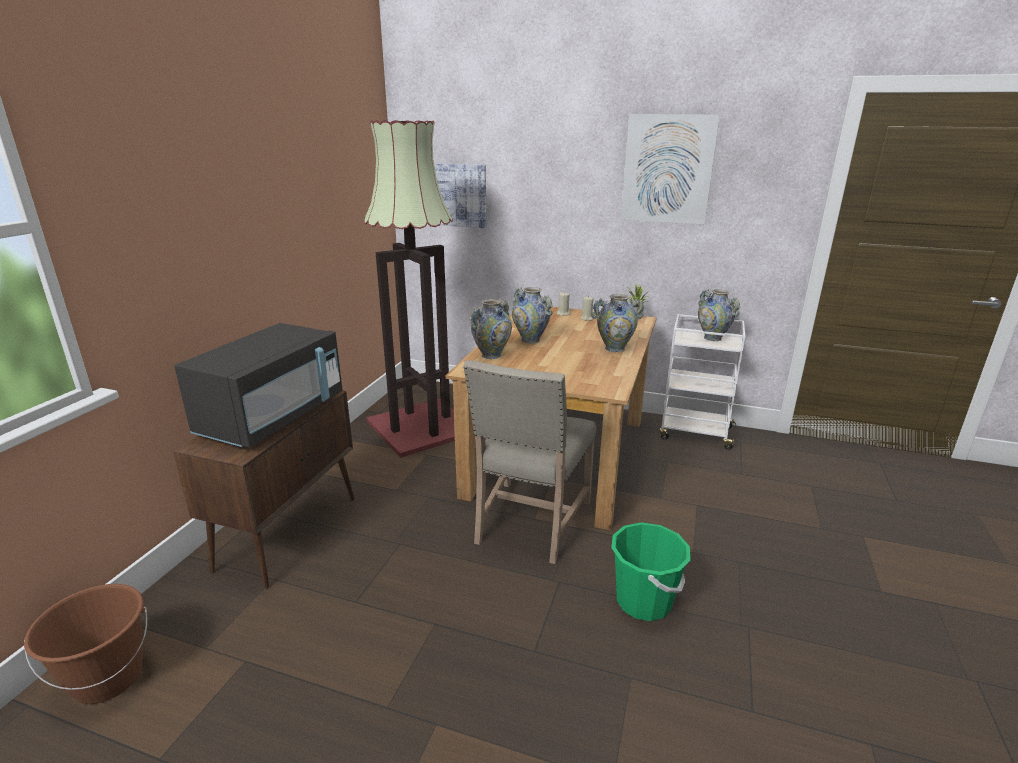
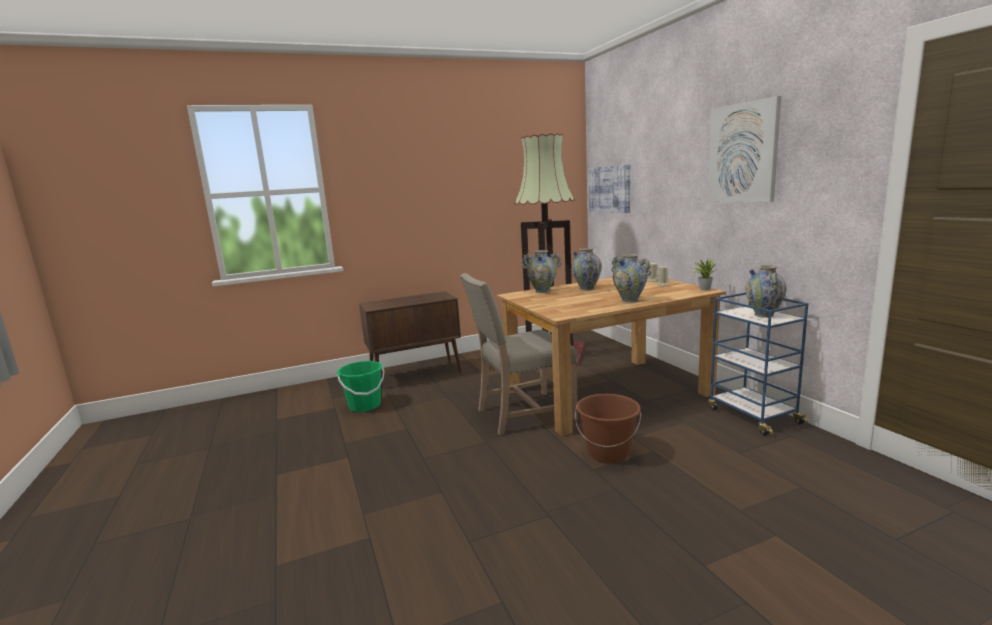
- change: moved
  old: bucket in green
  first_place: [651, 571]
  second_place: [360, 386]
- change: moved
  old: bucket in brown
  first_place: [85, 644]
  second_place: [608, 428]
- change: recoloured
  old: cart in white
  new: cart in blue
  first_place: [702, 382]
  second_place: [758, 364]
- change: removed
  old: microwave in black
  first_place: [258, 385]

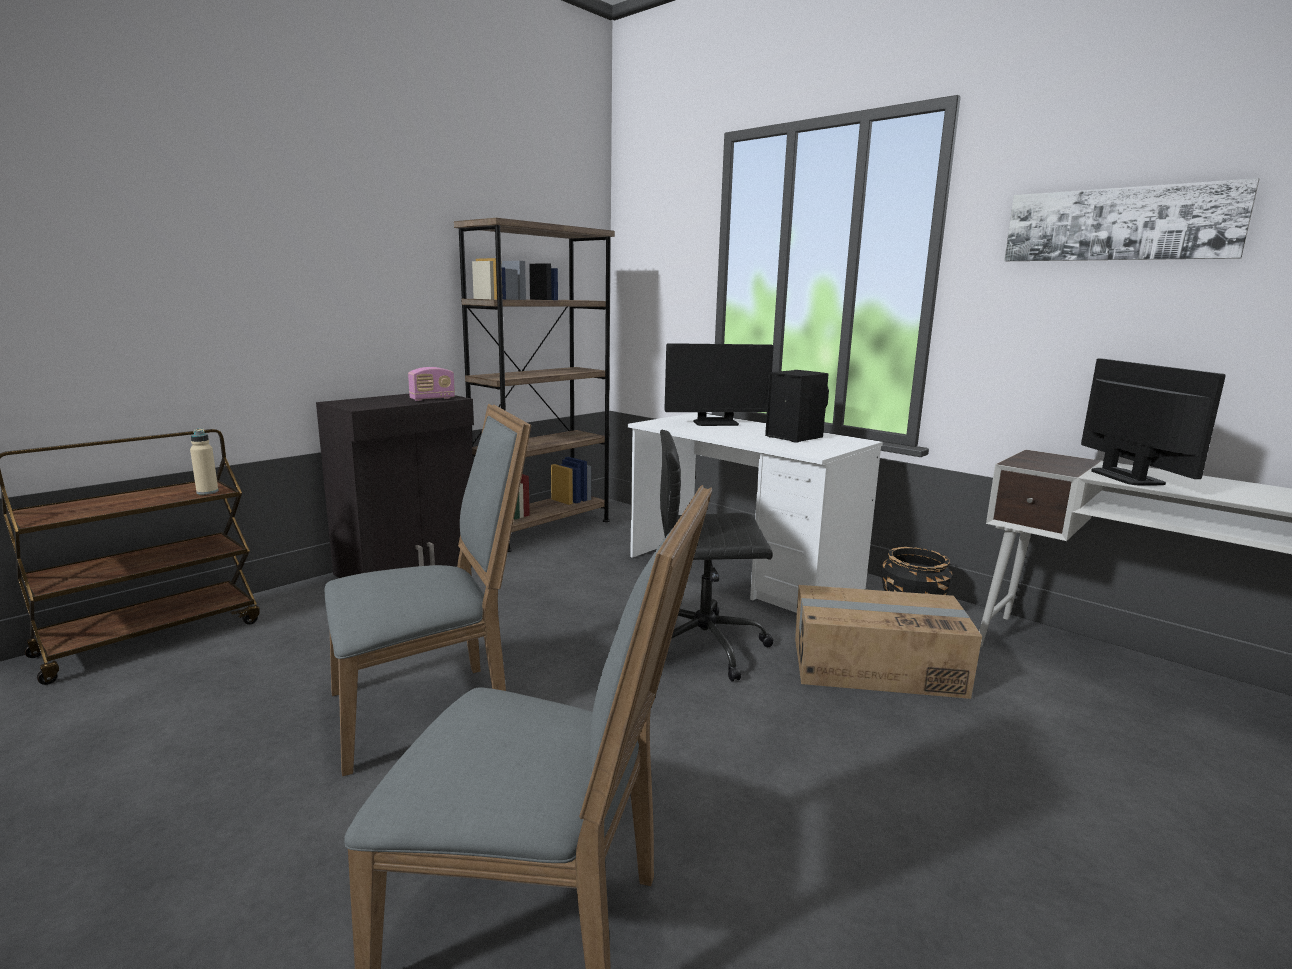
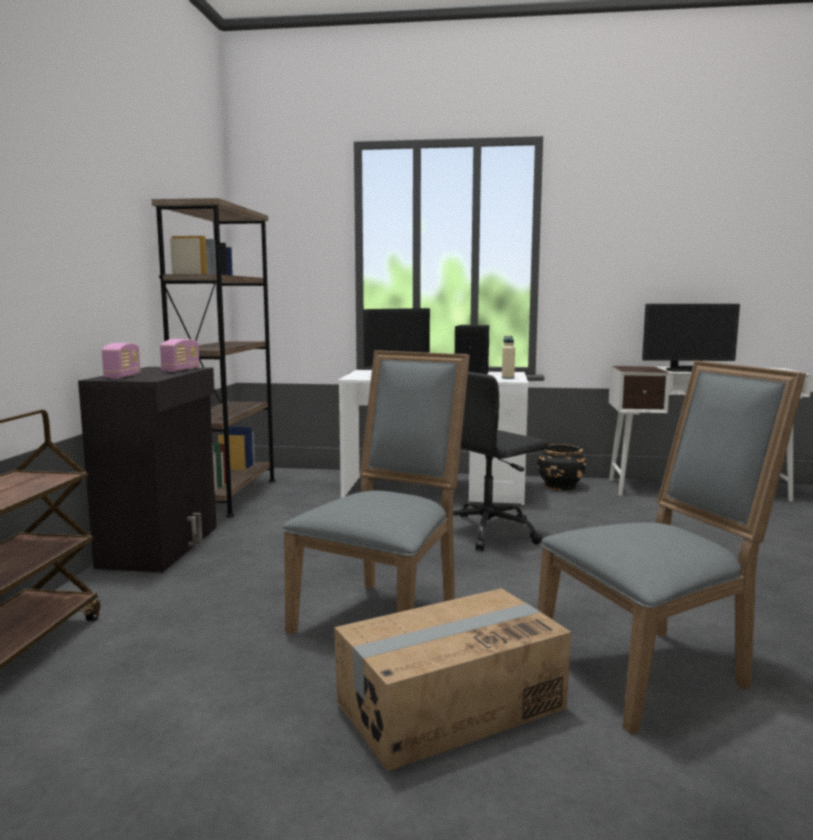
- change: added
  new: radio
  second_place: [121, 361]
- change: moved
  old: cardboard box
  first_place: [888, 642]
  second_place: [452, 679]
- change: moved
  old: bottle in beige
  first_place: [204, 461]
  second_place: [508, 357]
- change: turned
  old: monitor
  first_place: [1153, 422]
  second_place: [691, 338]
  degrees: 135
- change: removed
  old: picture
  first_place: [1132, 219]

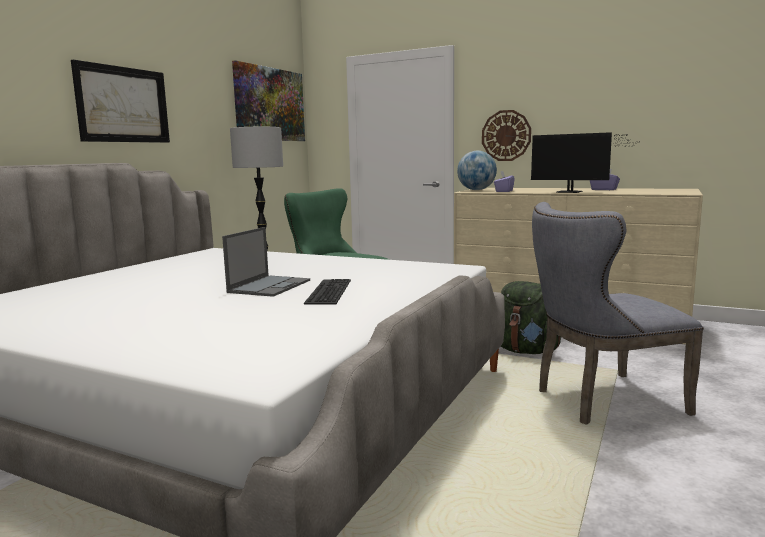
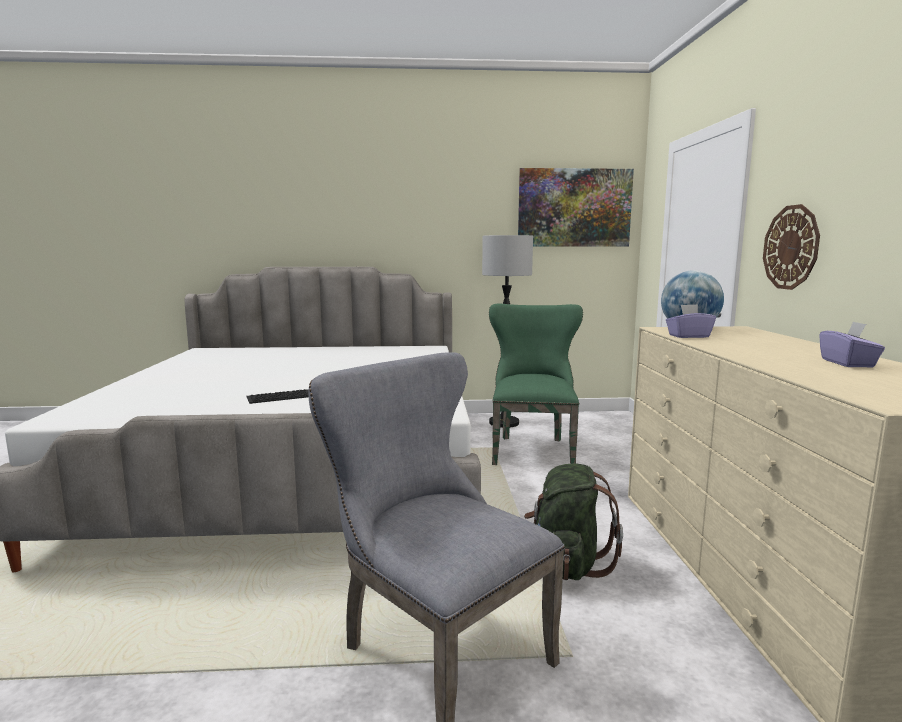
- change: removed
  old: picture
  first_place: [120, 101]
- change: removed
  old: laptop
  first_place: [266, 262]
- change: removed
  old: monitor
  first_place: [582, 162]

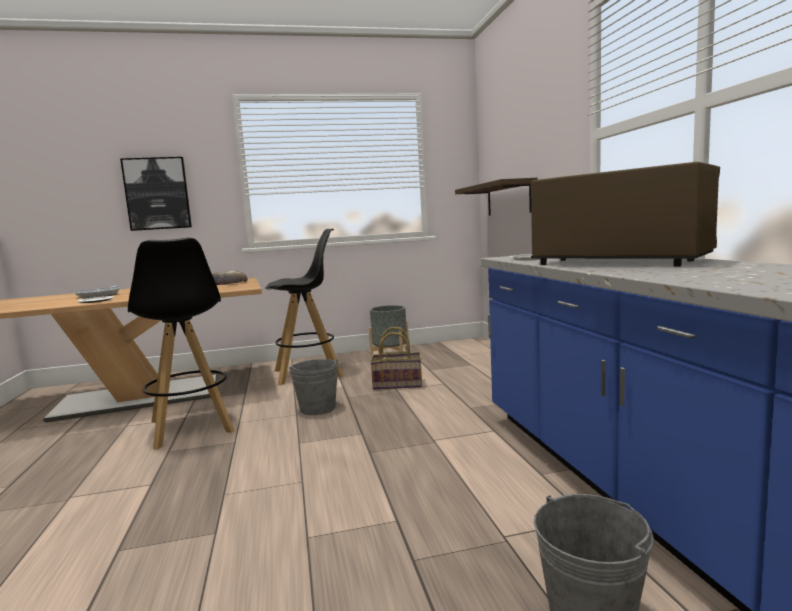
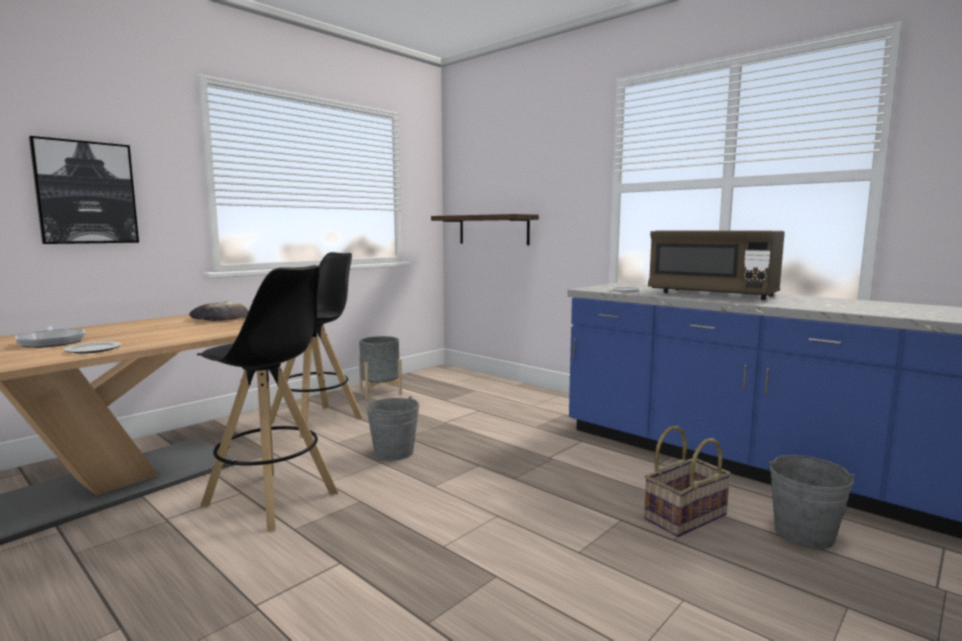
- change: moved
  old: basket
  first_place: [396, 358]
  second_place: [687, 481]
- change: turned
  old: microwave in brown
  first_place: [625, 214]
  second_place: [716, 265]
  degrees: -150

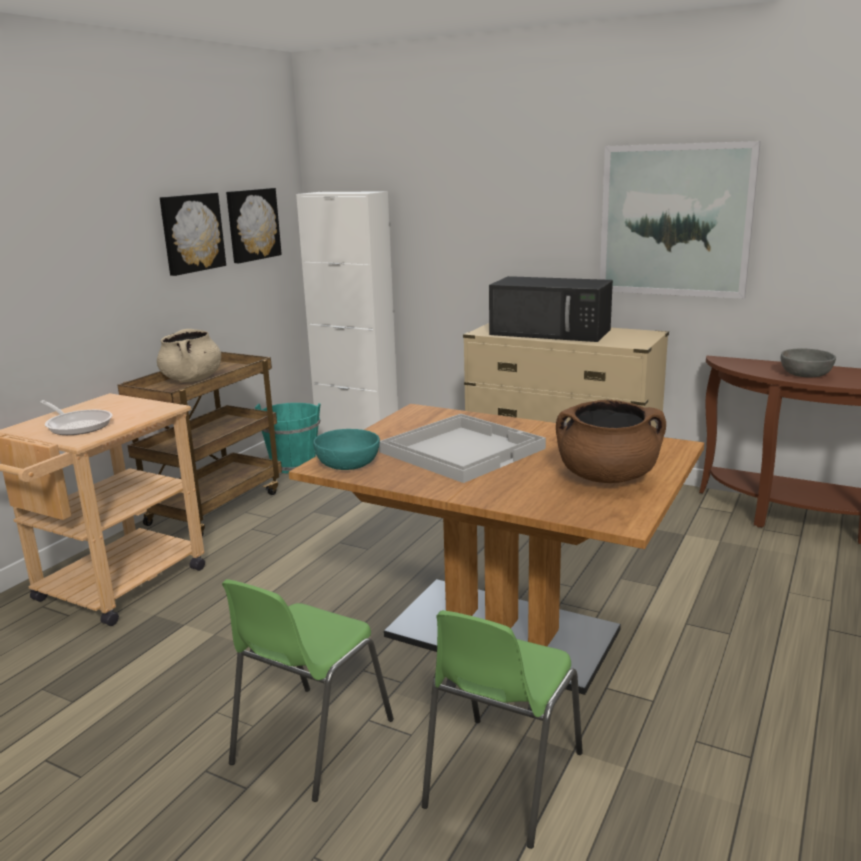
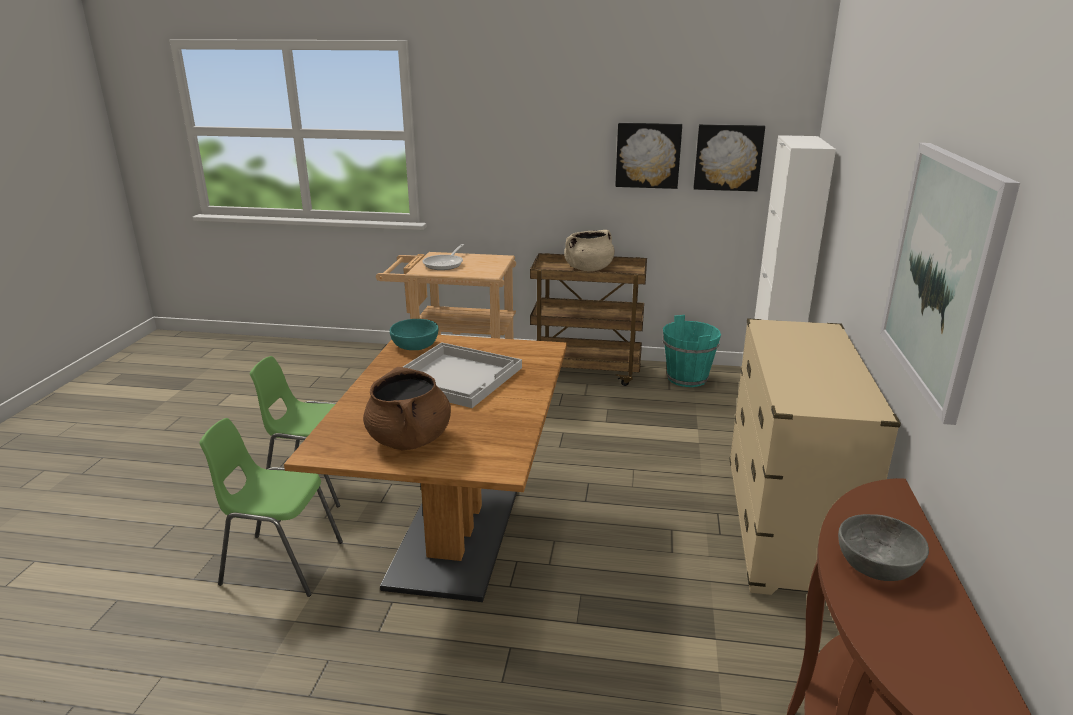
- change: removed
  old: microwave in black
  first_place: [551, 309]

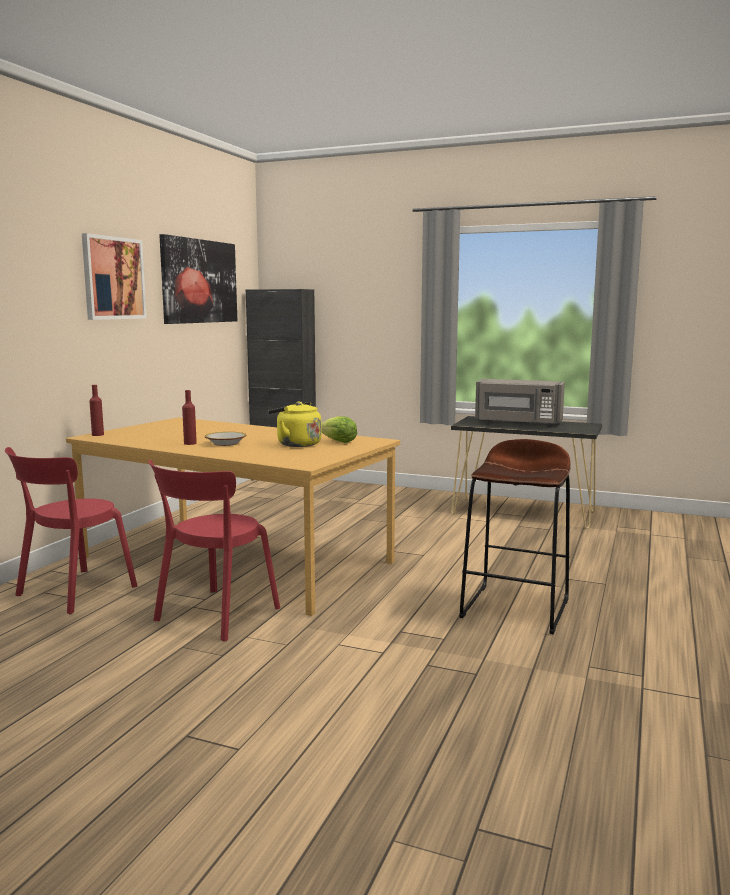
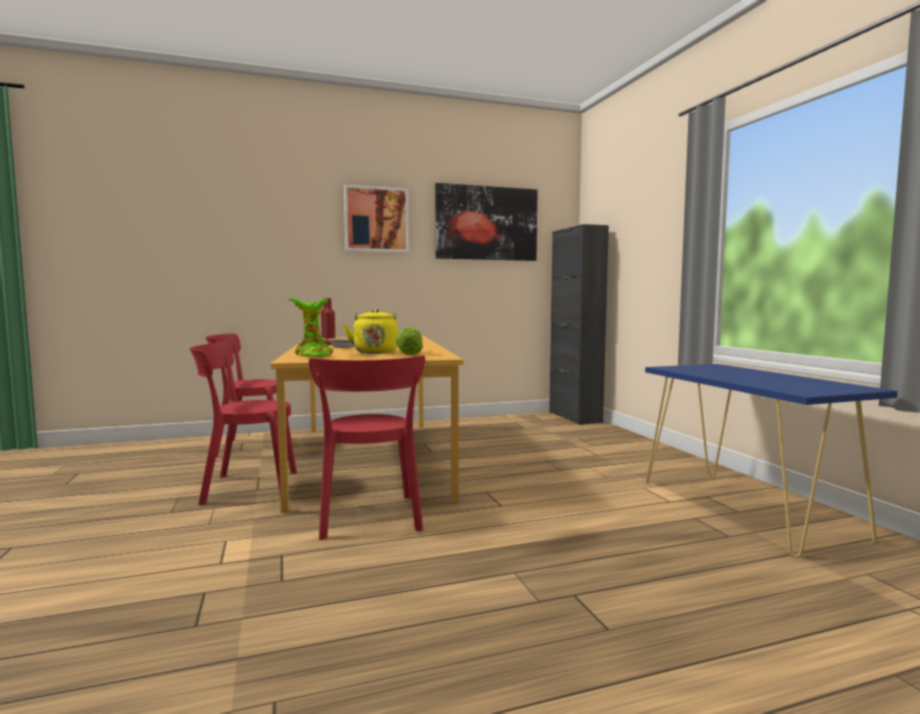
- change: added
  new: potted plant
  second_place: [309, 327]
- change: added
  new: chair in red
  second_place: [367, 448]
- change: recoloured
  old: console table in black
  new: console table in blue
  first_place: [526, 472]
  second_place: [771, 461]
- change: removed
  old: stool in brown
  first_place: [515, 536]
- change: removed
  old: microwave in grey
  first_place: [520, 402]

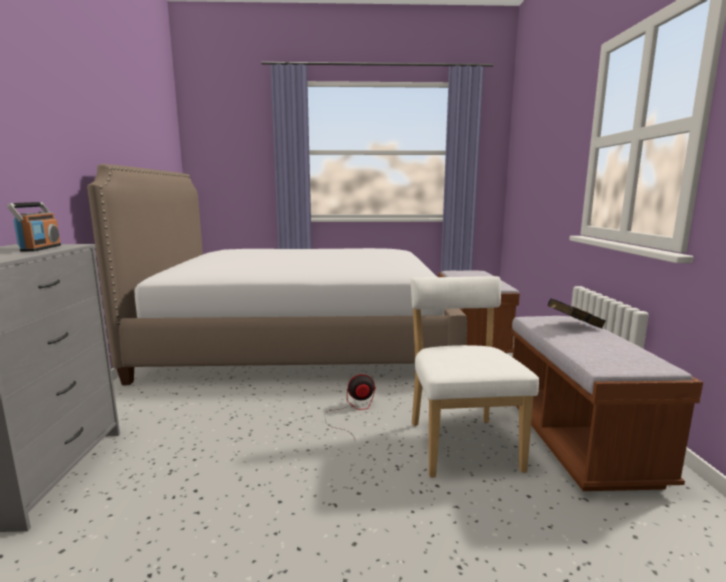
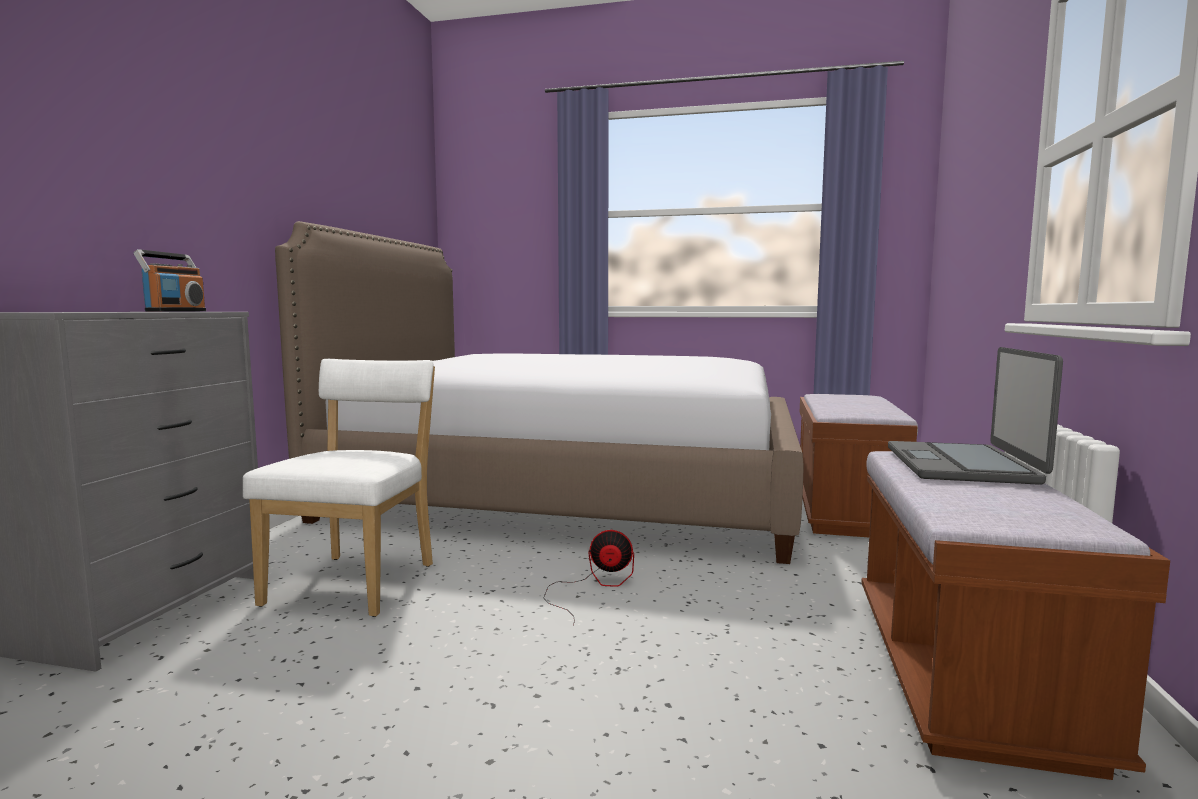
- change: moved
  old: chair in white
  first_place: [474, 377]
  second_place: [339, 488]
- change: replaced
  old: book in black
  new: laptop
  first_place: [576, 314]
  second_place: [975, 416]

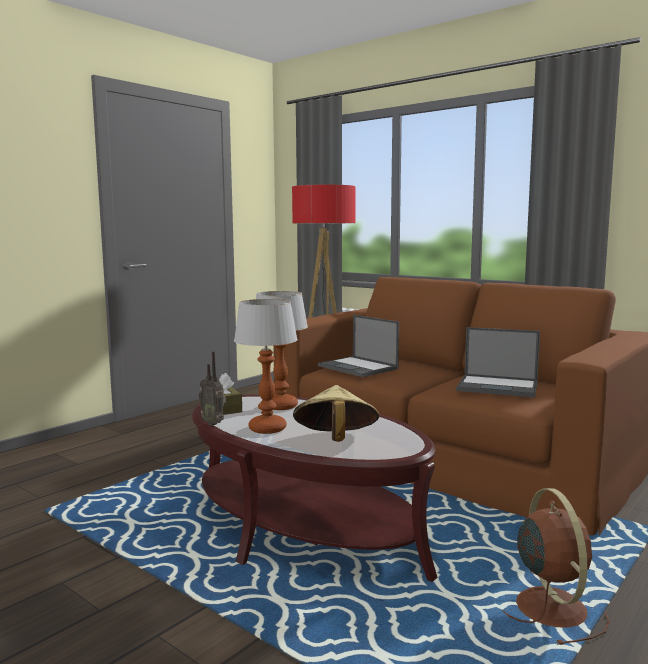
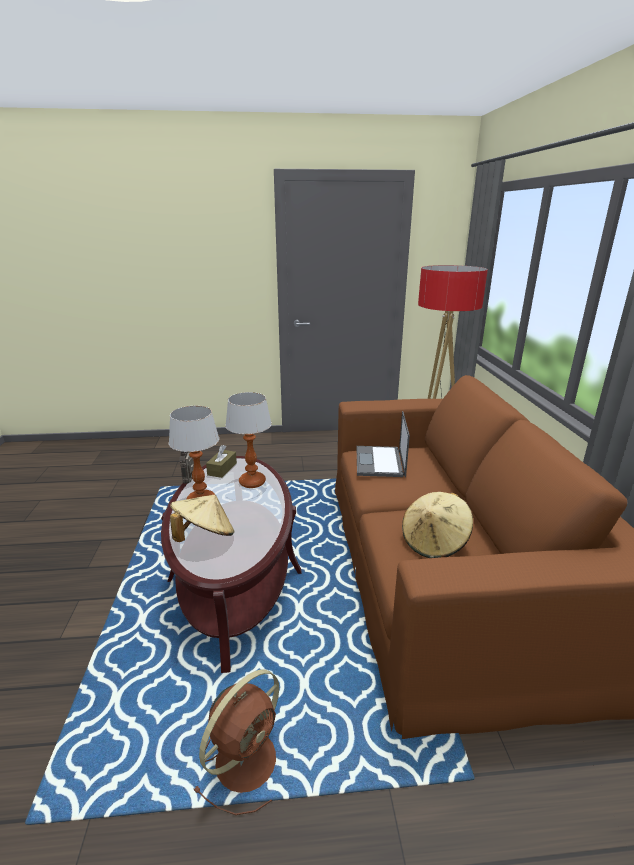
- change: replaced
  old: laptop
  new: hat in beige
  first_place: [498, 362]
  second_place: [437, 525]

